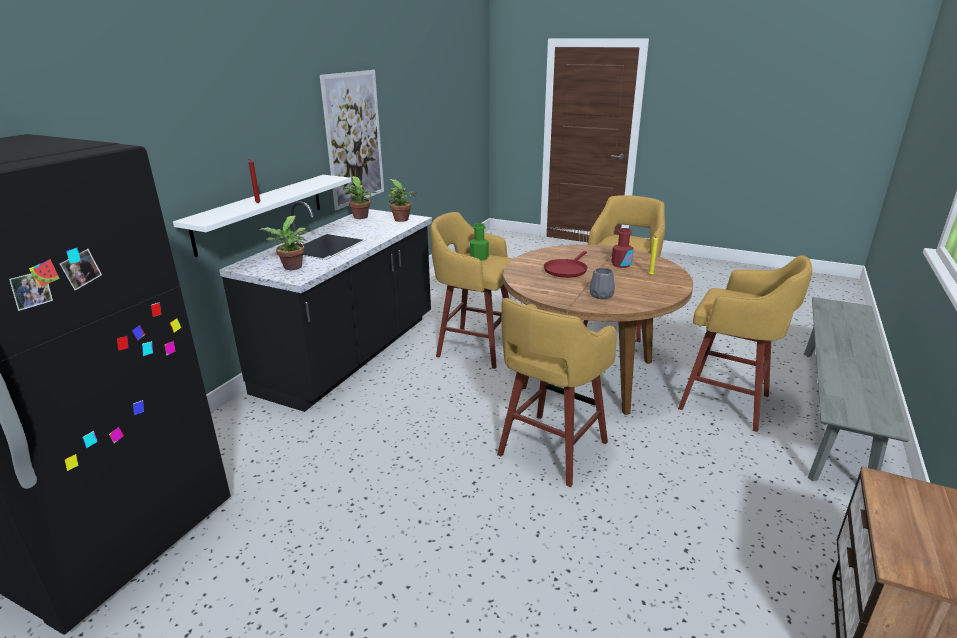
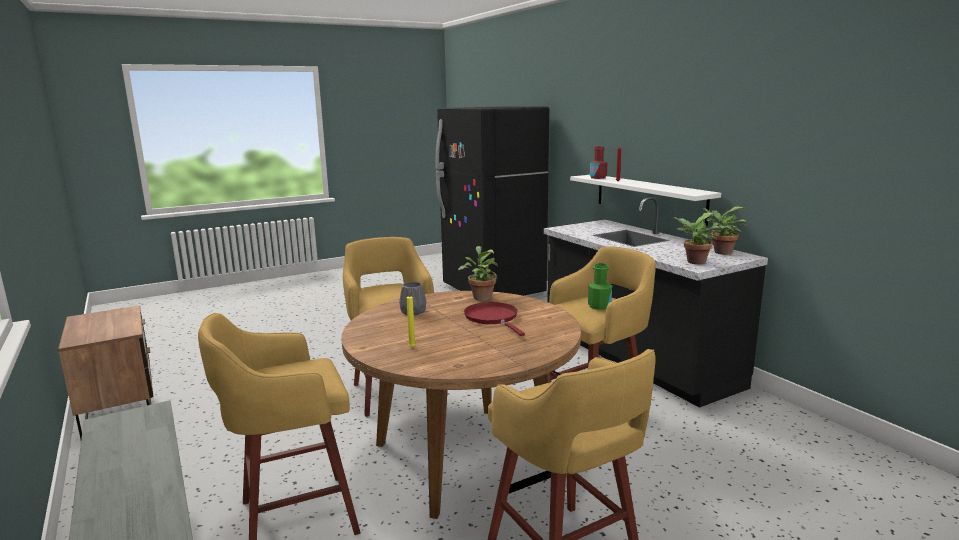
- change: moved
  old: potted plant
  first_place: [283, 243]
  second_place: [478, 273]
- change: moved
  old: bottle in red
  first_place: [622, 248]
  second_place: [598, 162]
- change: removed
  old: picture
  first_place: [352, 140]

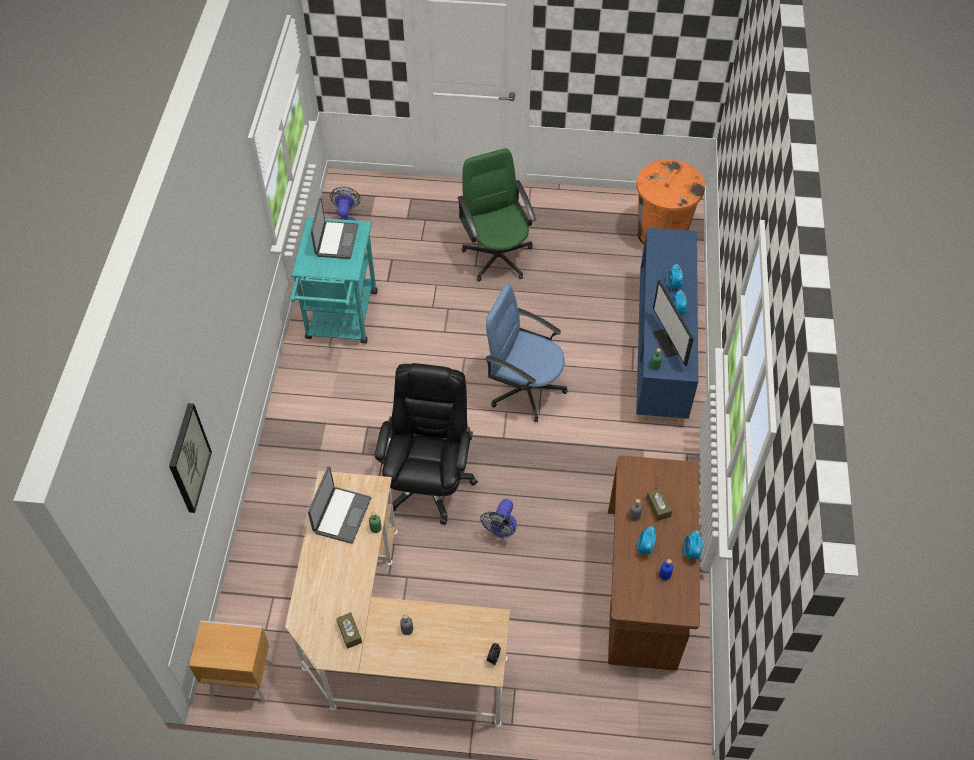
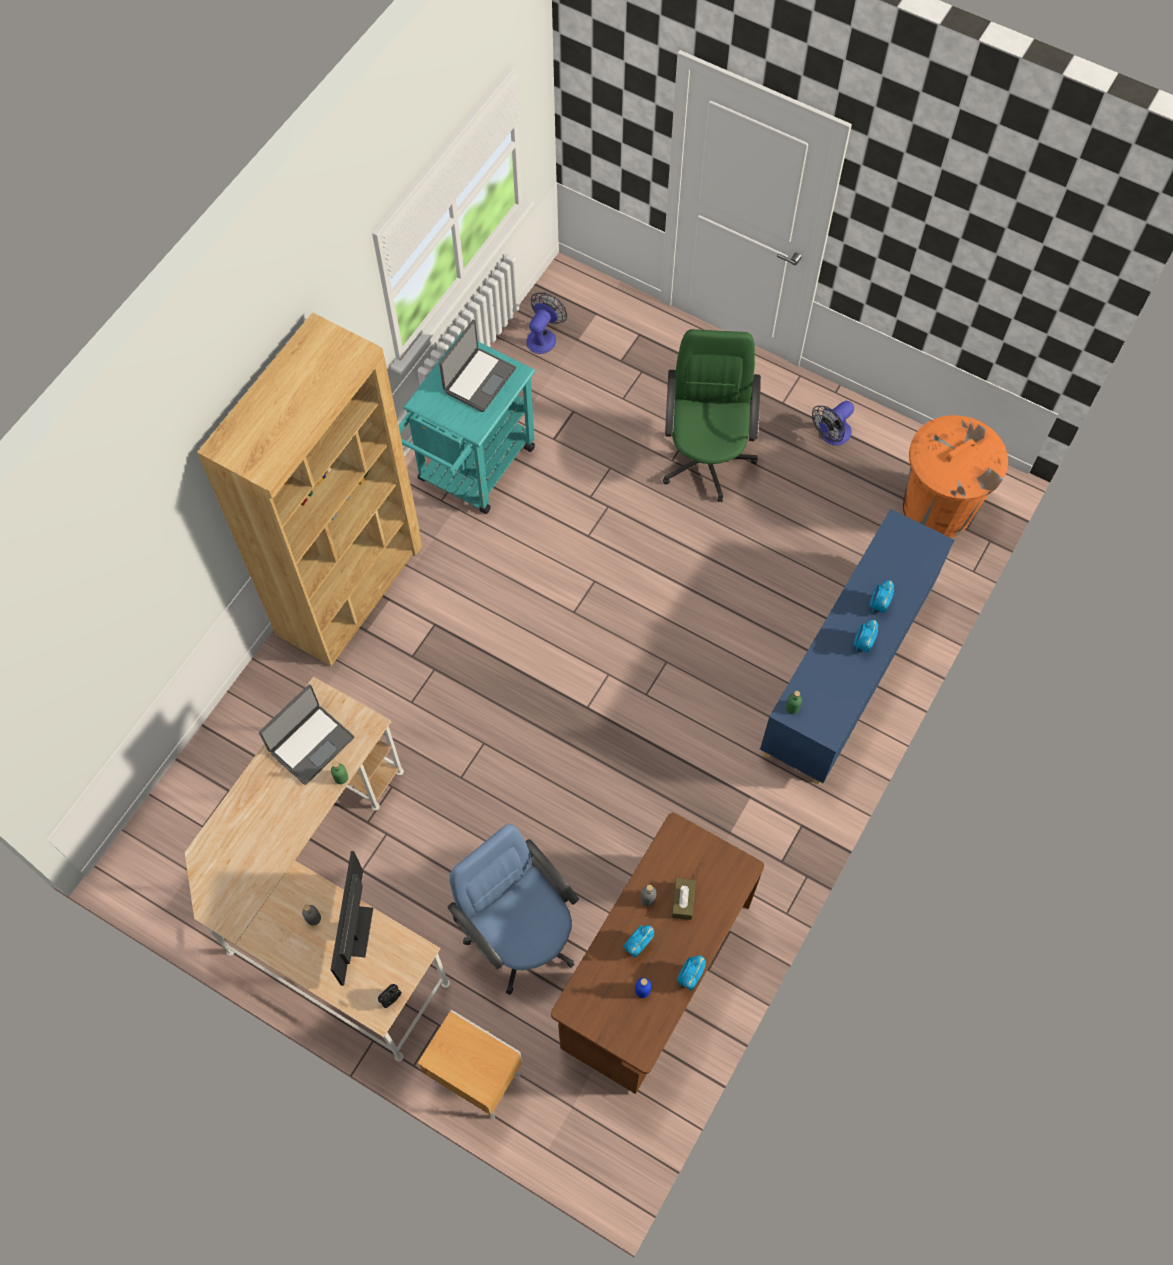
- change: added
  new: bookcase in brown
  second_place: [310, 489]
- change: moved
  old: monitor
  first_place: [673, 323]
  second_place: [352, 918]
- change: moved
  old: nightstand in brown
  first_place: [231, 662]
  second_place: [470, 1064]
- change: moved
  old: office chair in blue
  first_place: [527, 353]
  second_place: [513, 909]
- change: moved
  old: fan
  first_place: [498, 518]
  second_place: [833, 423]
- change: removed
  old: picture
  first_place: [190, 458]
- change: removed
  old: tissue box in brown
  first_place: [349, 630]
- change: removed
  old: office chair in black
  first_place: [426, 444]

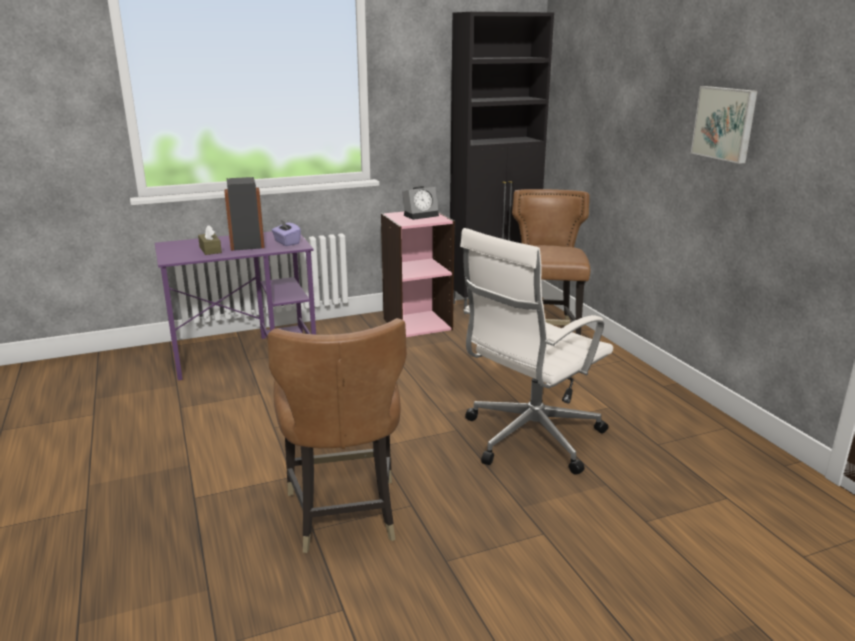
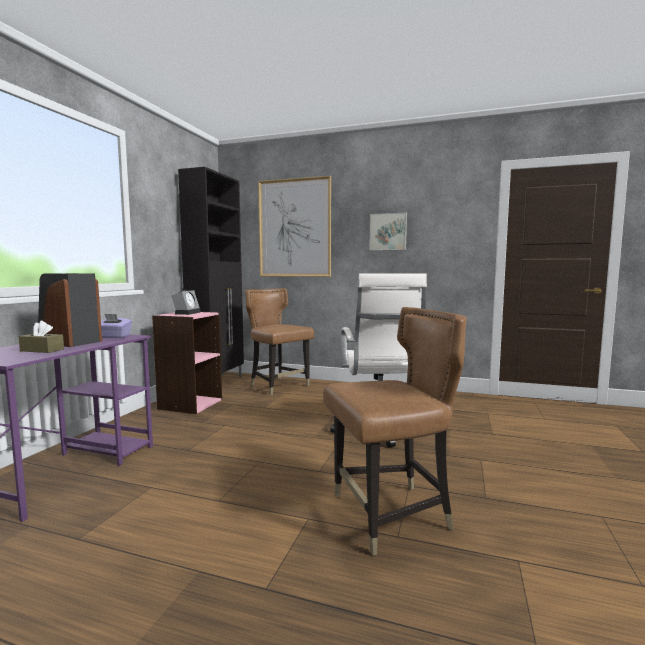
- change: added
  new: picture
  second_place: [294, 226]
- change: turned
  old: chair in brown
  first_place: [337, 435]
  second_place: [395, 431]
  degrees: -45

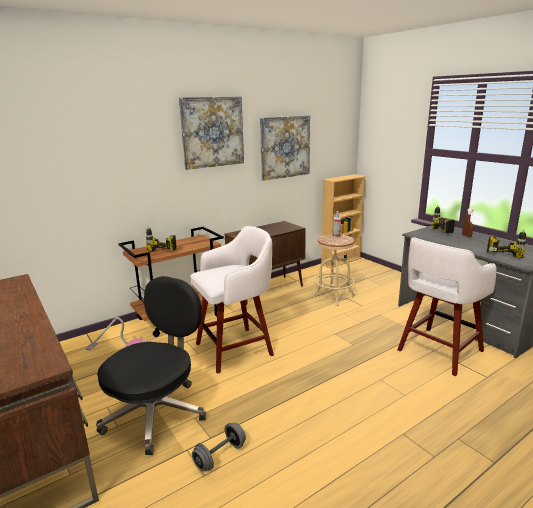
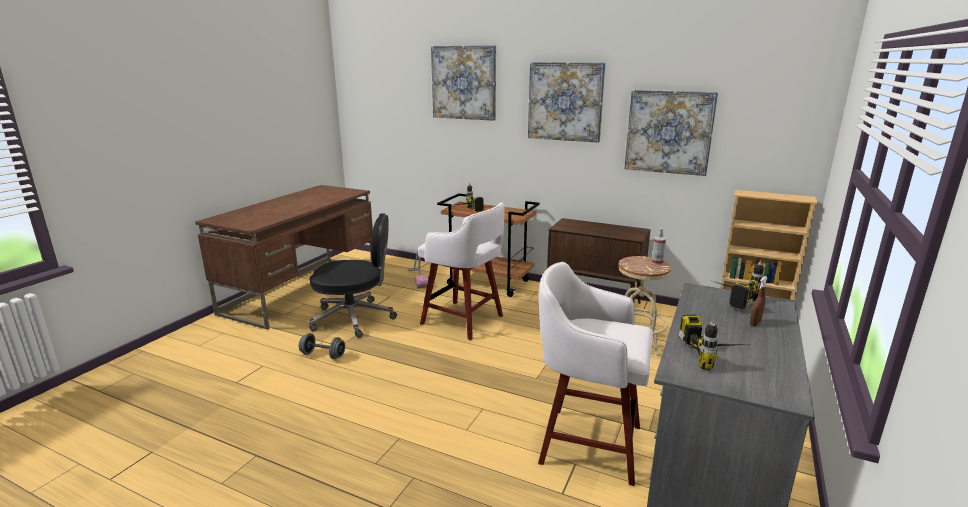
- change: added
  new: picture
  second_place: [463, 83]

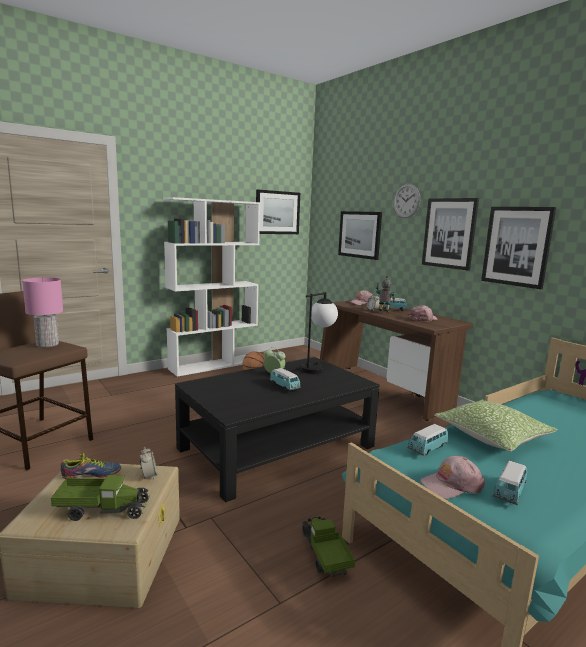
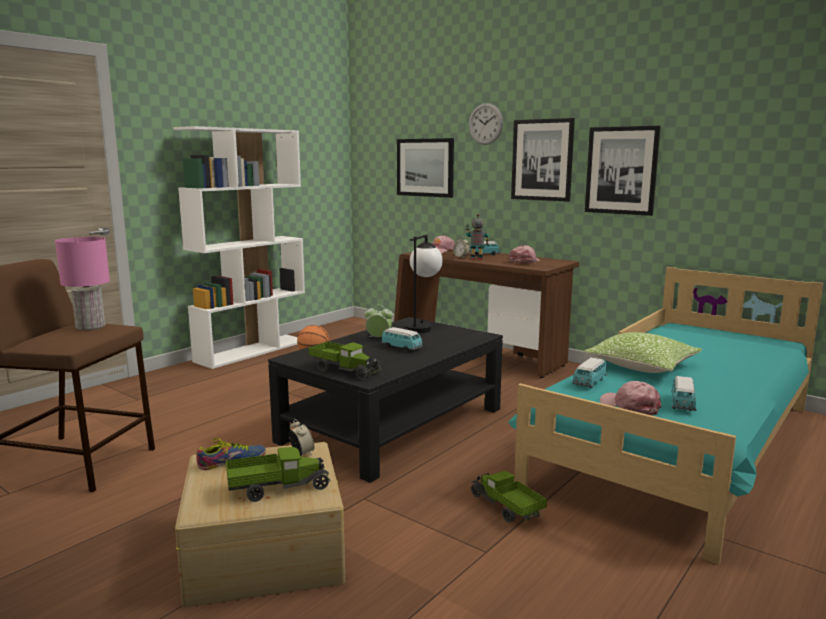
- change: added
  new: toy truck
  second_place: [344, 360]
- change: turned
  old: cap in pink
  first_place: [452, 477]
  second_place: [631, 398]
  degrees: 90
- change: removed
  old: picture
  first_place: [278, 211]

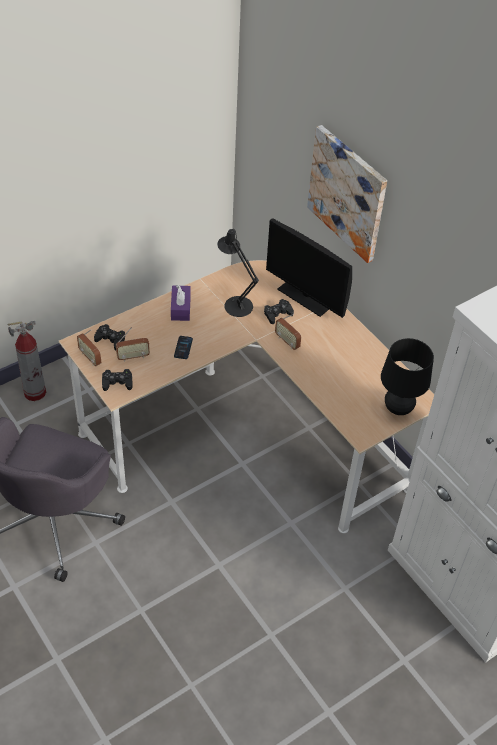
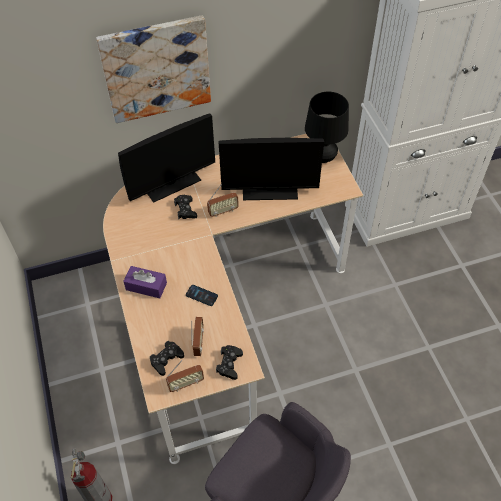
- change: added
  new: monitor
  second_place: [271, 169]
- change: removed
  old: table lamp in black
  first_place: [238, 273]

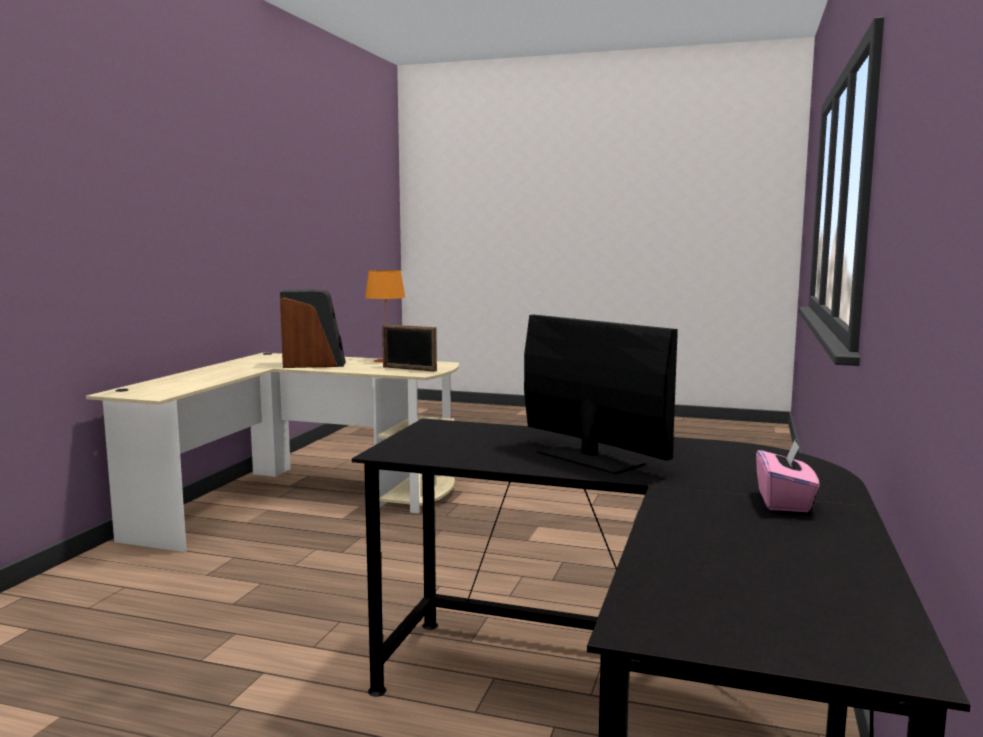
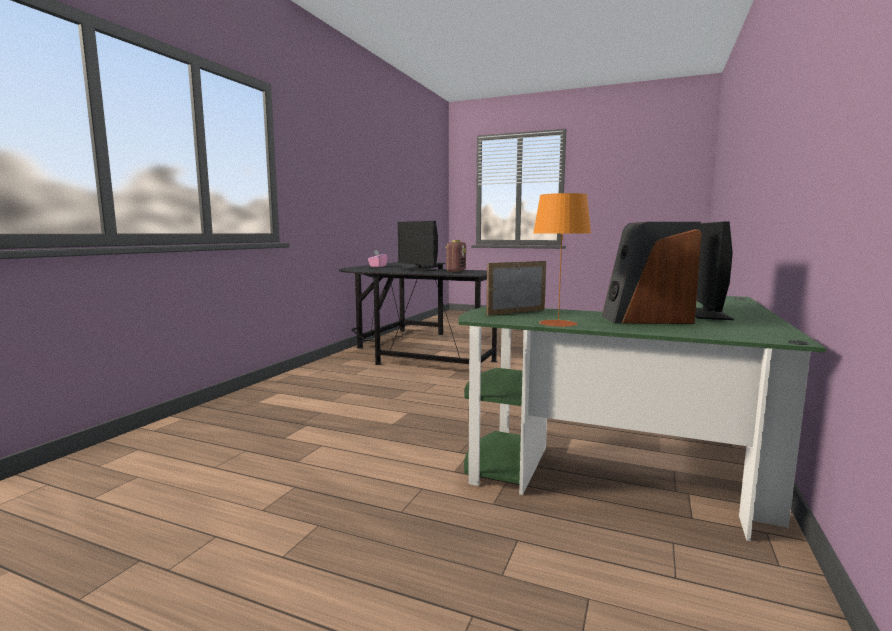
- change: added
  new: radio
  second_place: [455, 256]
- change: recoloured
  old: desk in beige
  new: desk in green
  first_place: [272, 452]
  second_place: [642, 418]
- change: turned
  old: picture frame
  first_place: [409, 348]
  second_place: [516, 288]
  degrees: -60
- change: added
  new: monitor
  second_place: [714, 271]

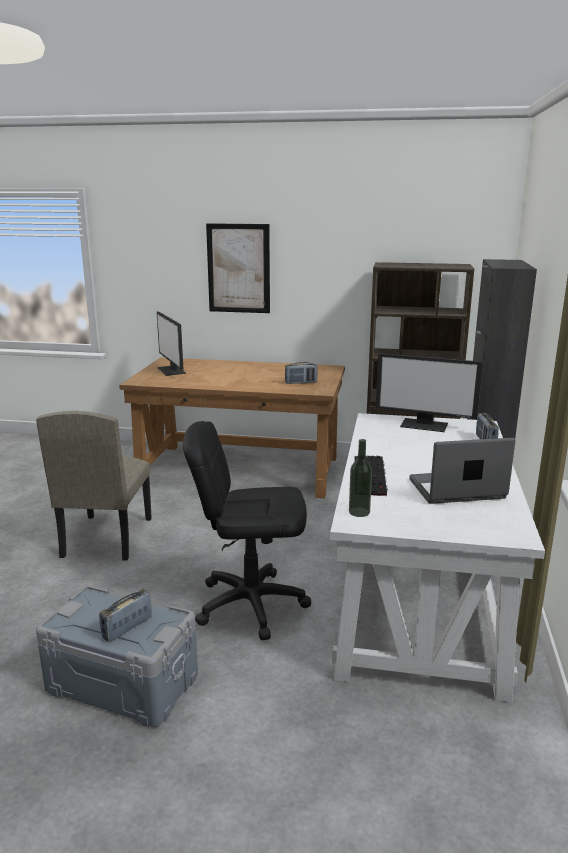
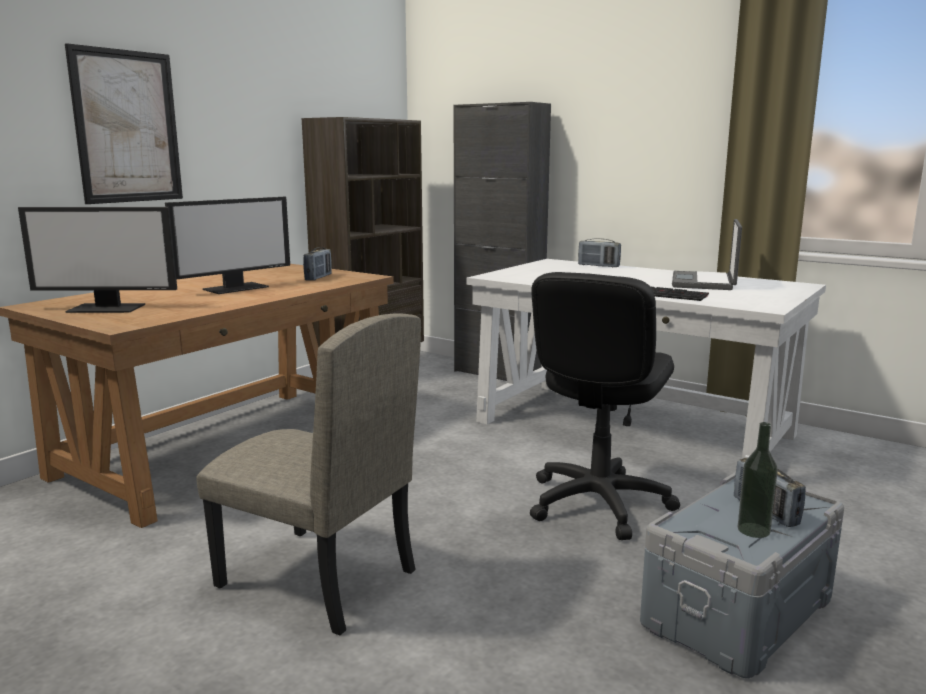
- change: moved
  old: monitor
  first_place: [429, 392]
  second_place: [227, 245]
- change: moved
  old: bottle
  first_place: [360, 478]
  second_place: [758, 480]

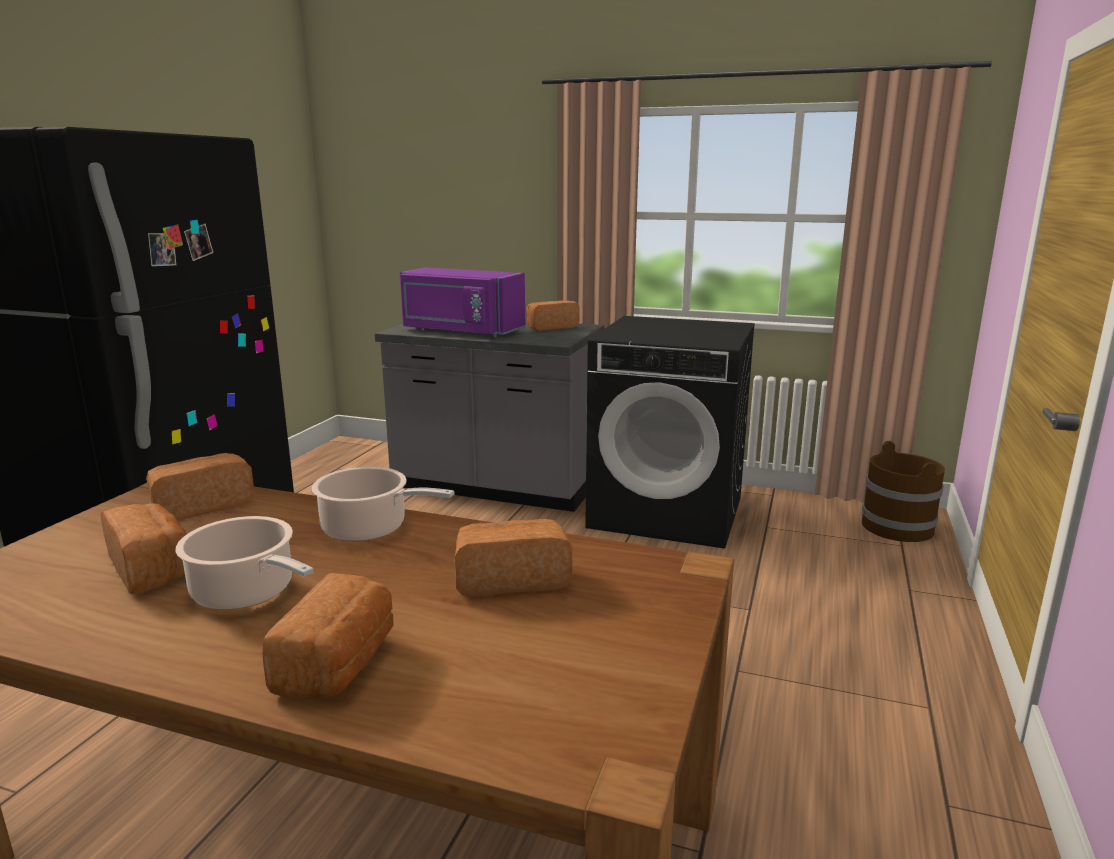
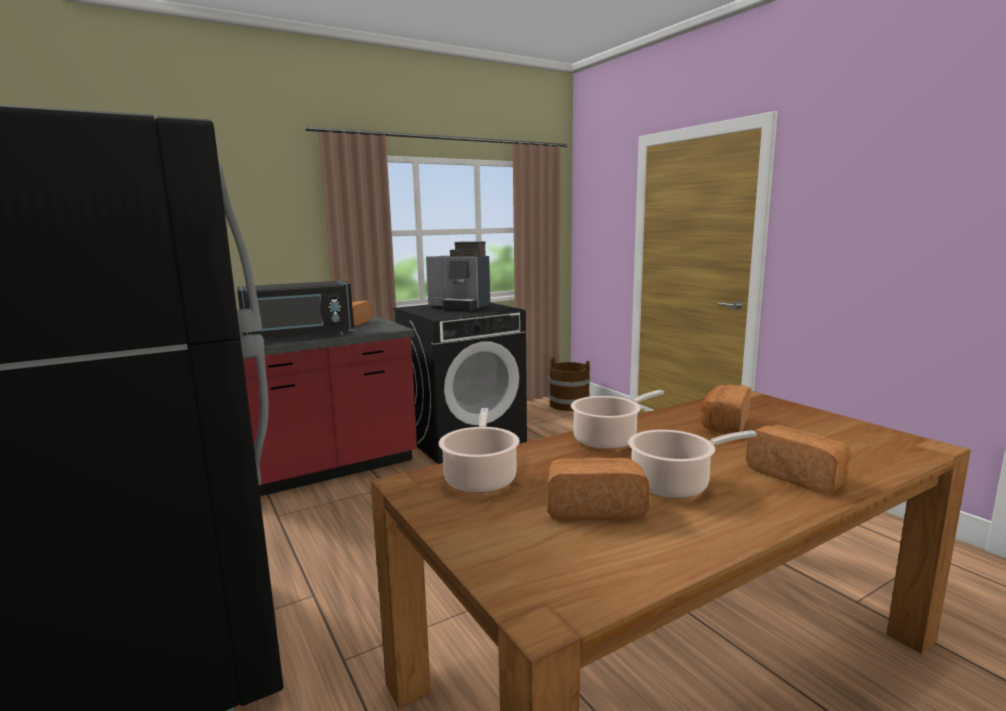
- change: recoloured
  old: microwave in purple
  new: microwave in black
  first_place: [462, 302]
  second_place: [295, 310]
- change: recoloured
  old: counter in grey
  new: counter in red
  first_place: [489, 416]
  second_place: [328, 406]
- change: added
  new: coffee machine
  second_place: [458, 276]
- change: replaced
  old: bread
  new: cooking pot
  first_place: [200, 486]
  second_place: [479, 450]

